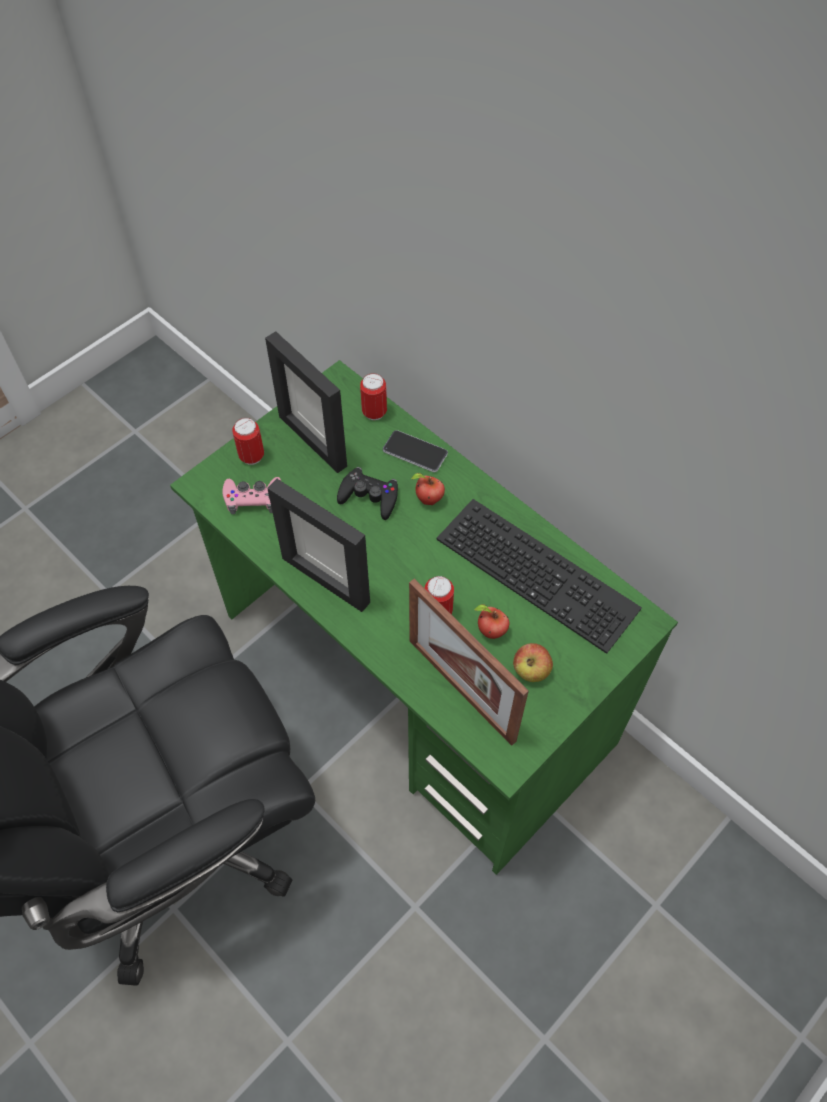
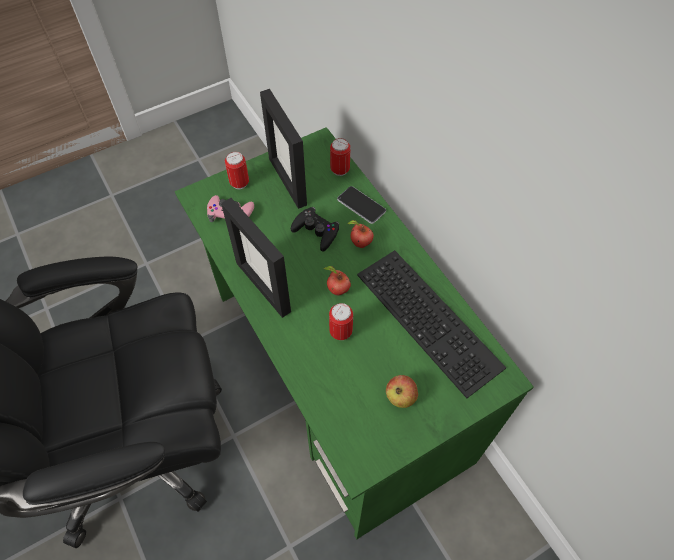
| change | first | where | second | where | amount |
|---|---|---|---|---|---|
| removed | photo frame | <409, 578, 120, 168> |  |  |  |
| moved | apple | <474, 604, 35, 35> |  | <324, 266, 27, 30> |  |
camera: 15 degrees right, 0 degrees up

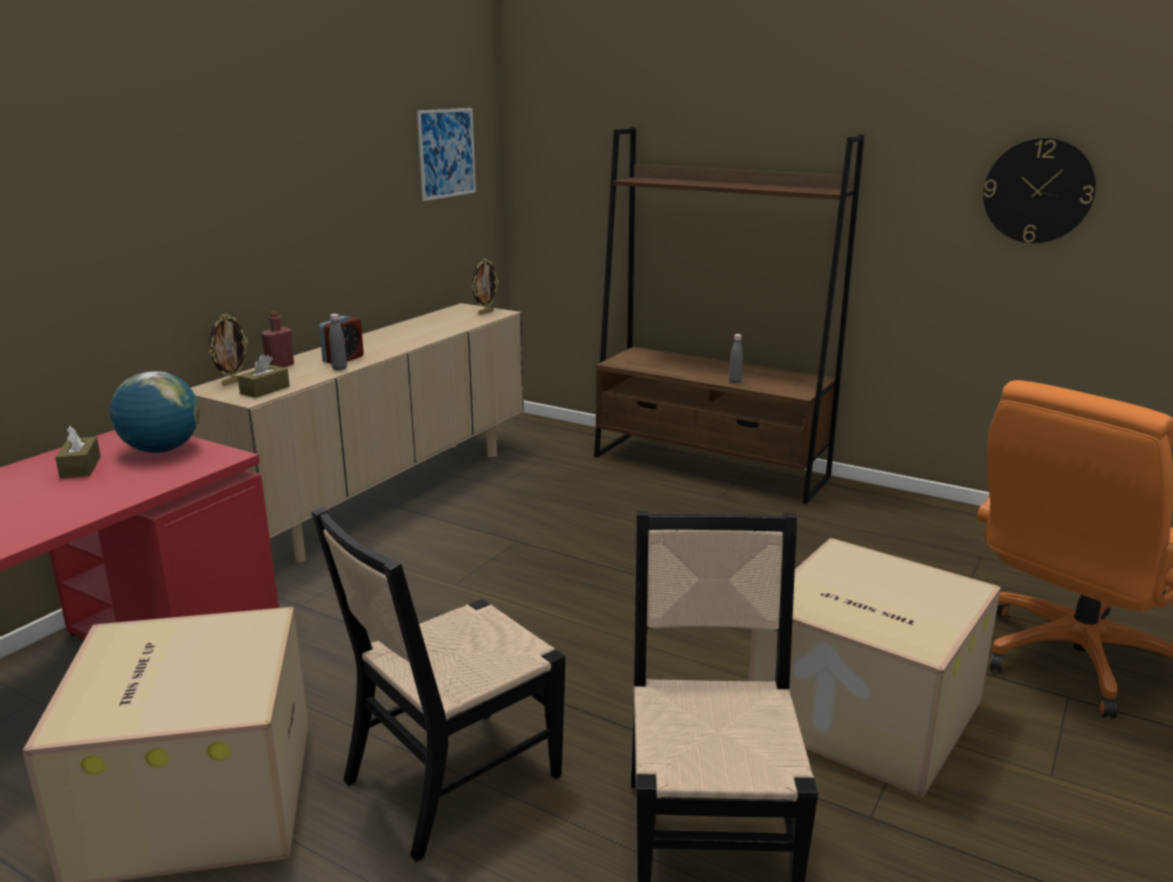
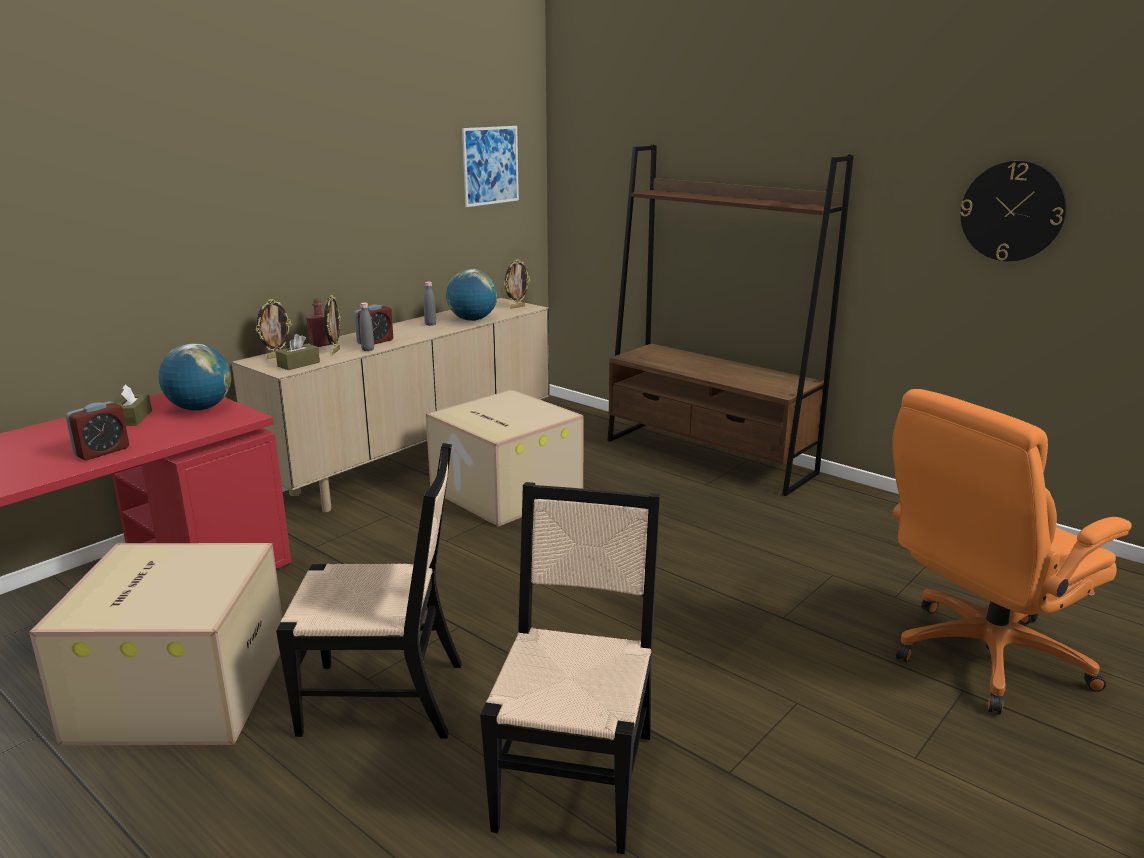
| change | first | where | second | where | amount |
|---|---|---|---|---|---|
| moved | grey drink bottle | <729, 334, 14, 50> |  | <424, 281, 12, 45> |  |
| turned | plain chair | <311, 507, 255, 355> |  | <276, 443, 186, 296> | 150 degrees counterclockwise |
| moved | packing box | <749, 538, 252, 260> |  | <426, 389, 158, 138> |  |
| added |  |  | globe | <446, 269, 51, 52> |  |
| added |  |  | photo frame | <324, 295, 17, 59> |  |
| added |  |  | table clock | <66, 401, 63, 59> |  |
camera: 10 degrees right, 0 degrees up

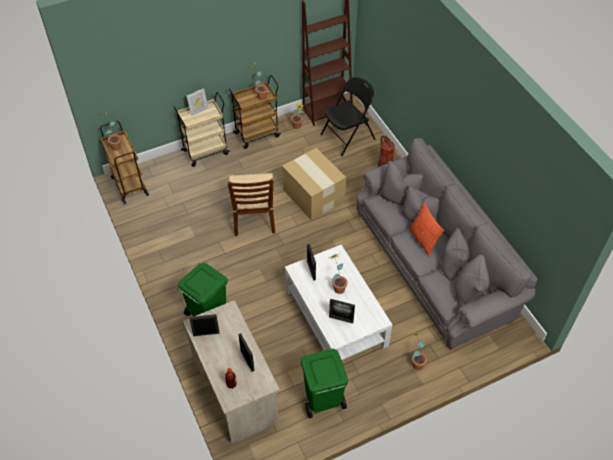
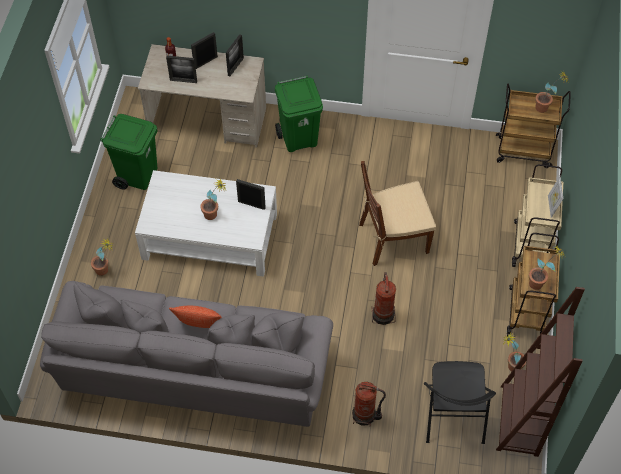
| change | first | where | second | where | amount |
|---|---|---|---|---|---|
| replaced | packing box | <282, 148, 64, 72> | fire-fighting cylinder | <371, 272, 25, 53> |  |
| turned | brown plain chair | <228, 173, 51, 63> |  | <359, 161, 77, 105> | 45 degrees counterclockwise |
| moved | photo frame | <329, 299, 26, 25> |  | <191, 32, 27, 37> |  |
camera: 125 degrees right, 5 degrees up

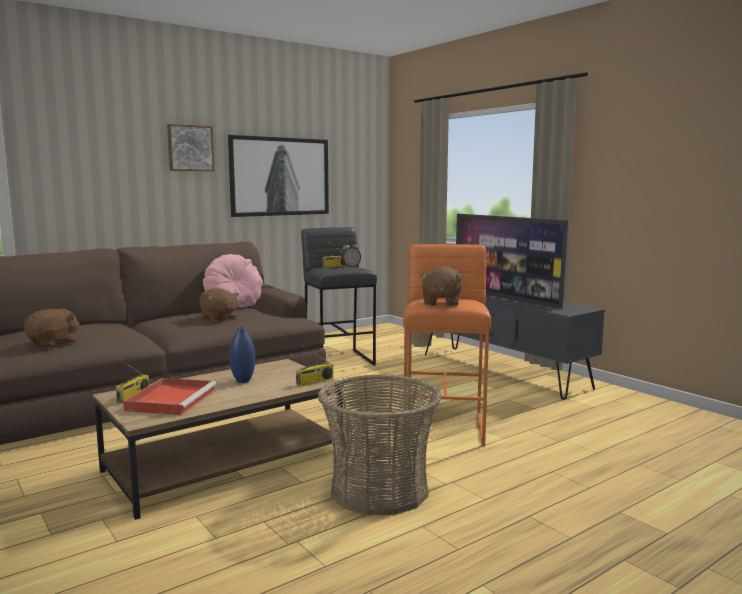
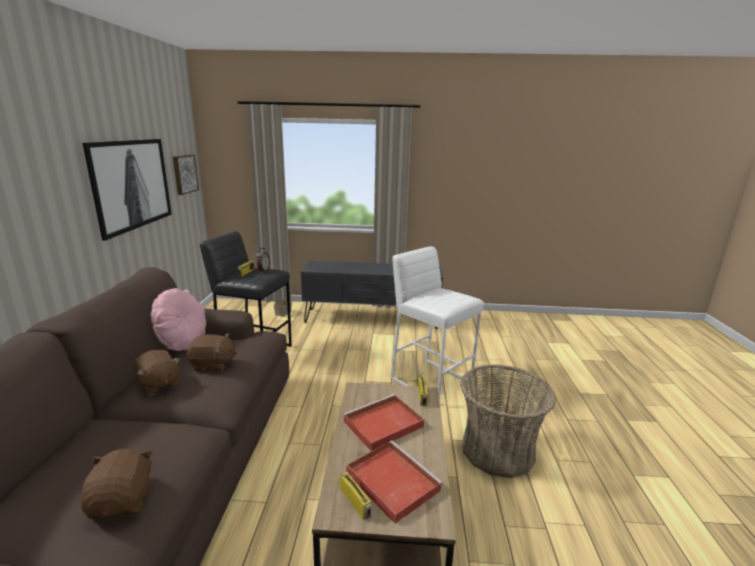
| change | first | where | second | where | amount |
|---|---|---|---|---|---|
| moved | wall picture | <167, 124, 47, 47> |  | <173, 154, 26, 41> |  |
| removed | television | <456, 214, 112, 95> |  |  |  |
| recoloured | orangey stool | <403, 244, 88, 203> | whitish stool | <391, 246, 93, 155> |  |
| moved | brown soft toy | <420, 266, 44, 40> |  | <133, 350, 47, 46> |  |
| replaced | blue-coloured flower vase | <229, 327, 26, 56> | reddish carrying tray | <343, 394, 81, 57> |  |
camera: 50 degrees left, 10 degrees up

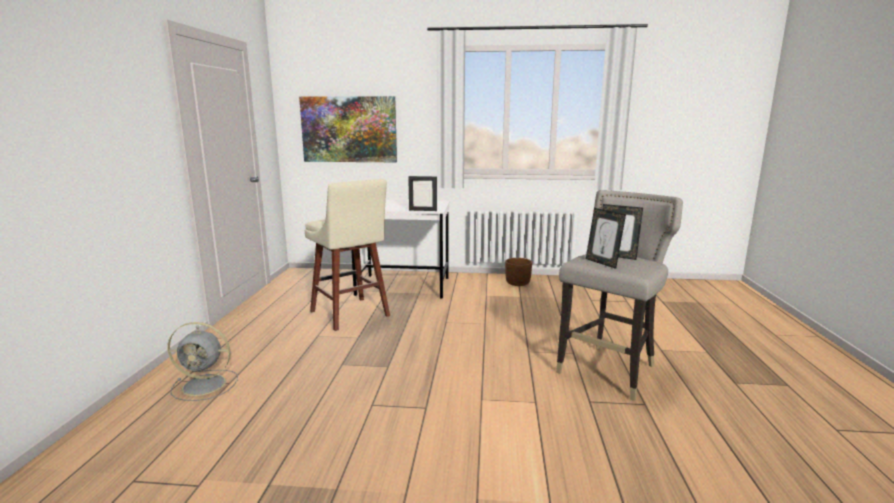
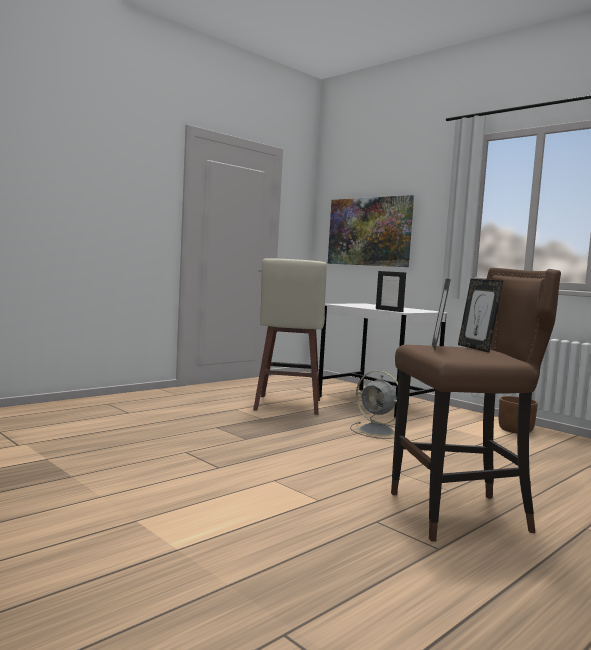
| change | first | where | second | where | amount |
|---|---|---|---|---|---|
| recoloured | grey stool | <556, 190, 127, 211> | brown stool | <391, 268, 170, 273> |  |
| moved | grey cooling fan | <167, 322, 71, 79> |  | <350, 371, 48, 68> |  |
camera: 40 degrees right, 10 degrees down

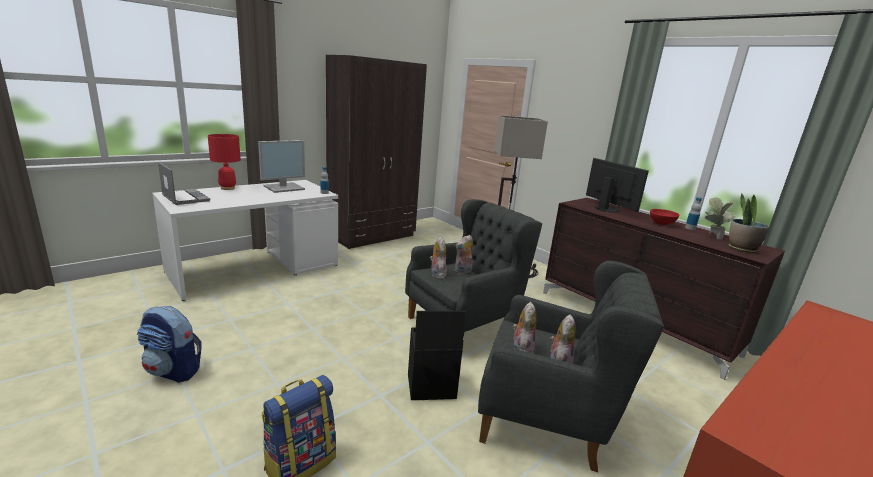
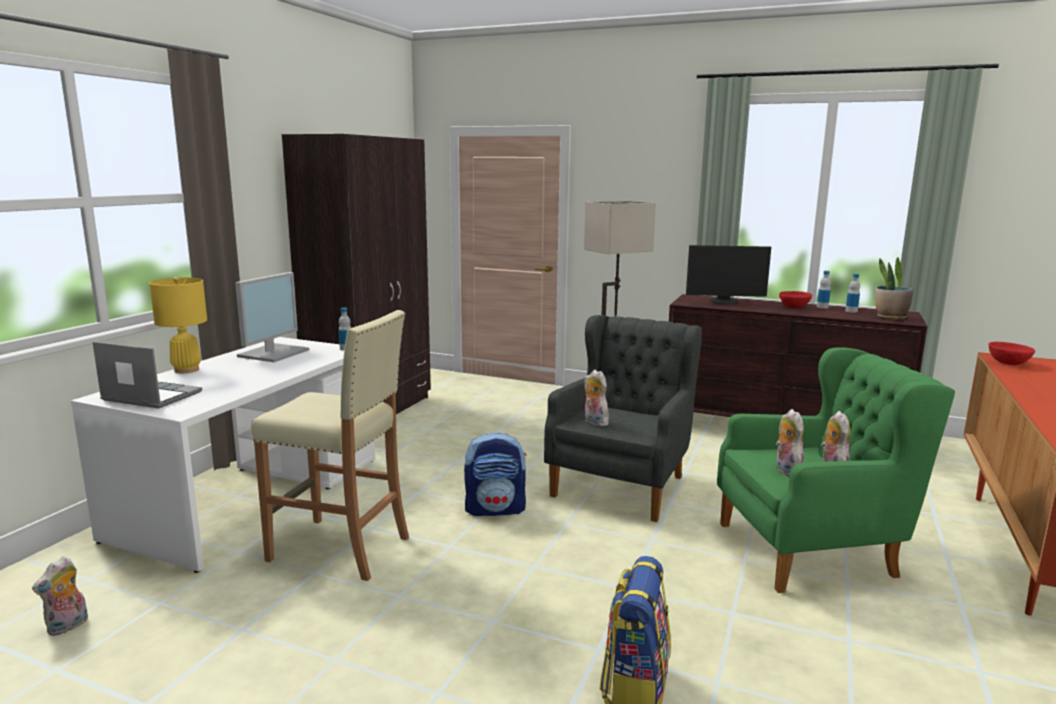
| change | first | where | second | where | amount |
|---|---|---|---|---|---|
| recoloured | reddish lamp for a table | <208, 133, 33, 57> | yellowish lamp for a table | <149, 277, 58, 96> |  |
| turned | computer screen | <586, 158, 63, 55> |  | <686, 245, 85, 60> | 150 degrees clockwise |
| replaced | potted plant | <705, 197, 31, 43> | drink bottle | <845, 274, 15, 39> |  |
| moved | soft toy | <454, 235, 19, 39> |  | <32, 557, 56, 79> |  |
| recoloured | grey easy chair | <478, 261, 186, 211> | green-coloured easy chair | <717, 347, 238, 246> |  |
| moved | knapsack | <137, 306, 64, 77> |  | <464, 432, 62, 84> |  |
| removed | black-coloured storage container | <408, 311, 58, 89> |  |  |  |
| added |  |  | sand-coloured stool | <251, 310, 158, 271> |  |
| added |  |  | reddish serving bowl | <989, 342, 46, 23> |  |
camera: 25 degrees left, 5 degrees down

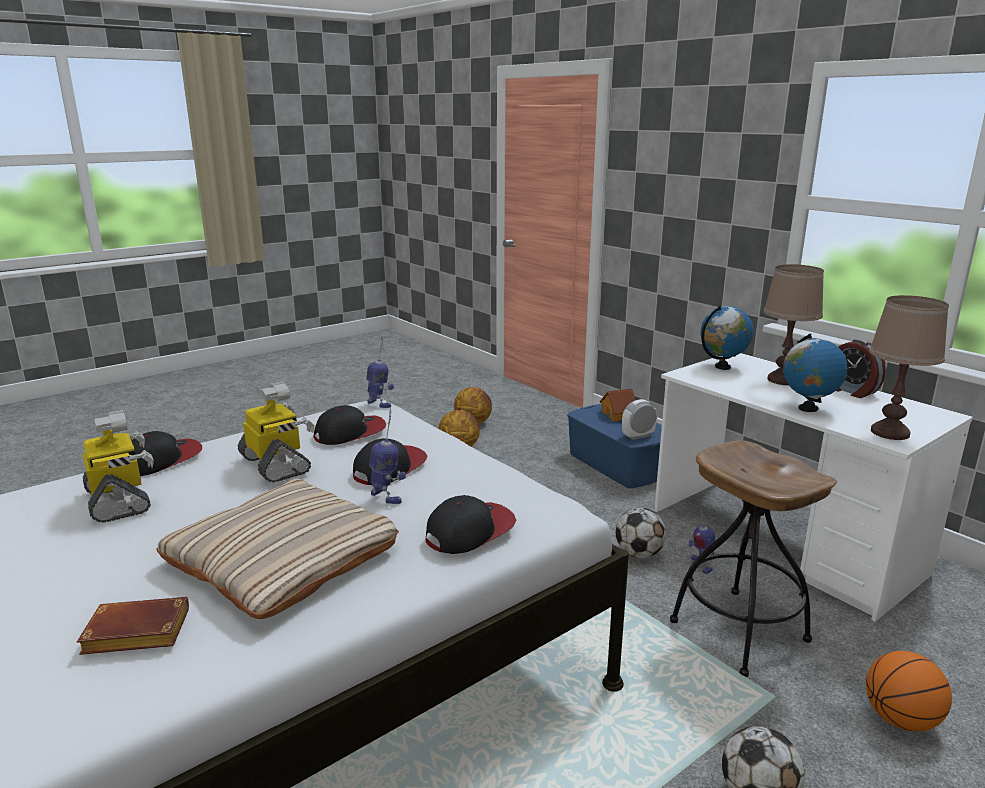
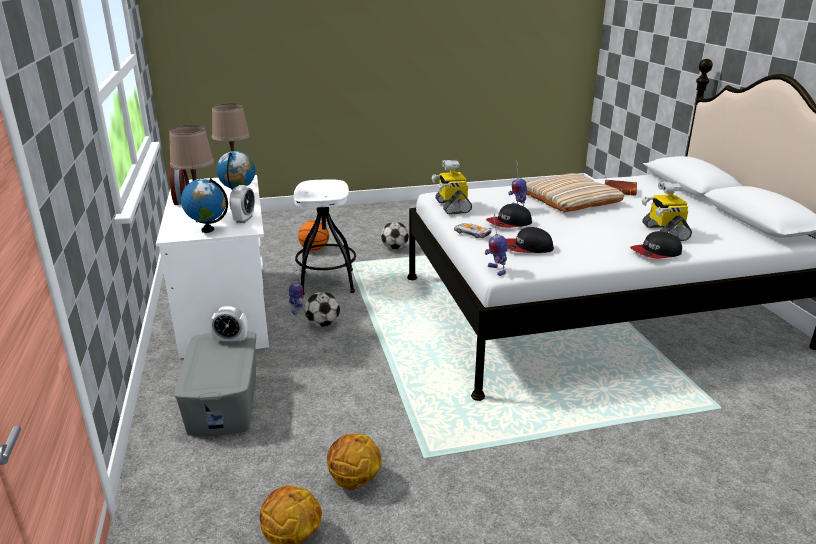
| change | first | where | second | where | amount |
|---|---|---|---|---|---|
| moved | model robot | <238, 381, 76, 101> |  | <431, 160, 41, 55> |  |
| removed | miniature house | <600, 389, 35, 32> |  |  |  |
| recoloured | blue-coloured storage container | <567, 404, 95, 84> | grey storage container | <174, 332, 82, 104> |  |
| recoloured | brown stool | <670, 440, 167, 237> | whitish stool | <294, 179, 62, 116> |  |
| removed | peaked cap | <426, 495, 90, 59> |  |  |  |
| added |  |  | table clock | <229, 185, 26, 38> |  |
| added |  |  | model car | <454, 223, 38, 15> |  |
camera: 155 degrees left, 5 degrees up

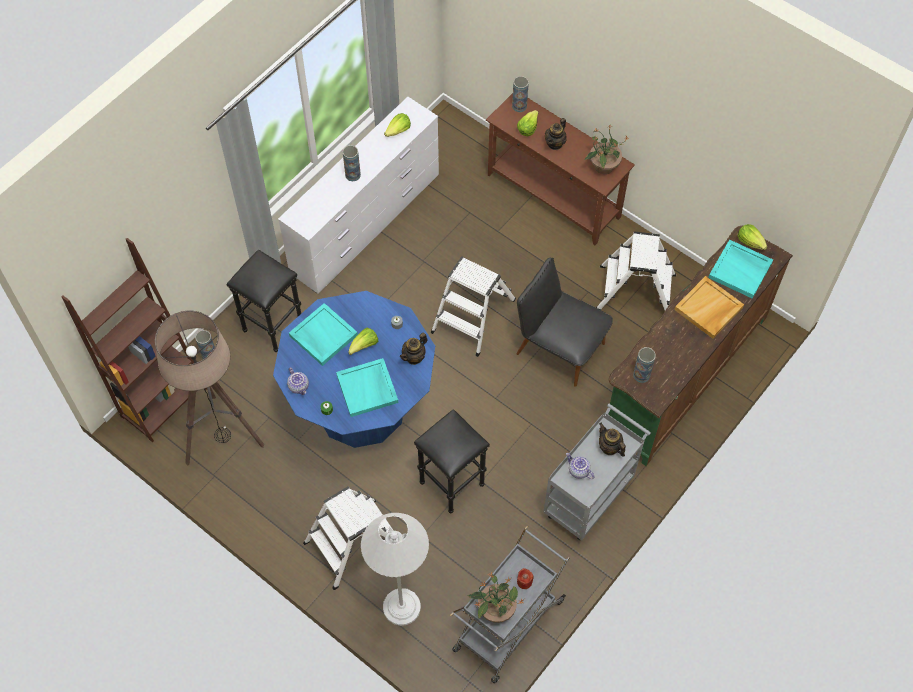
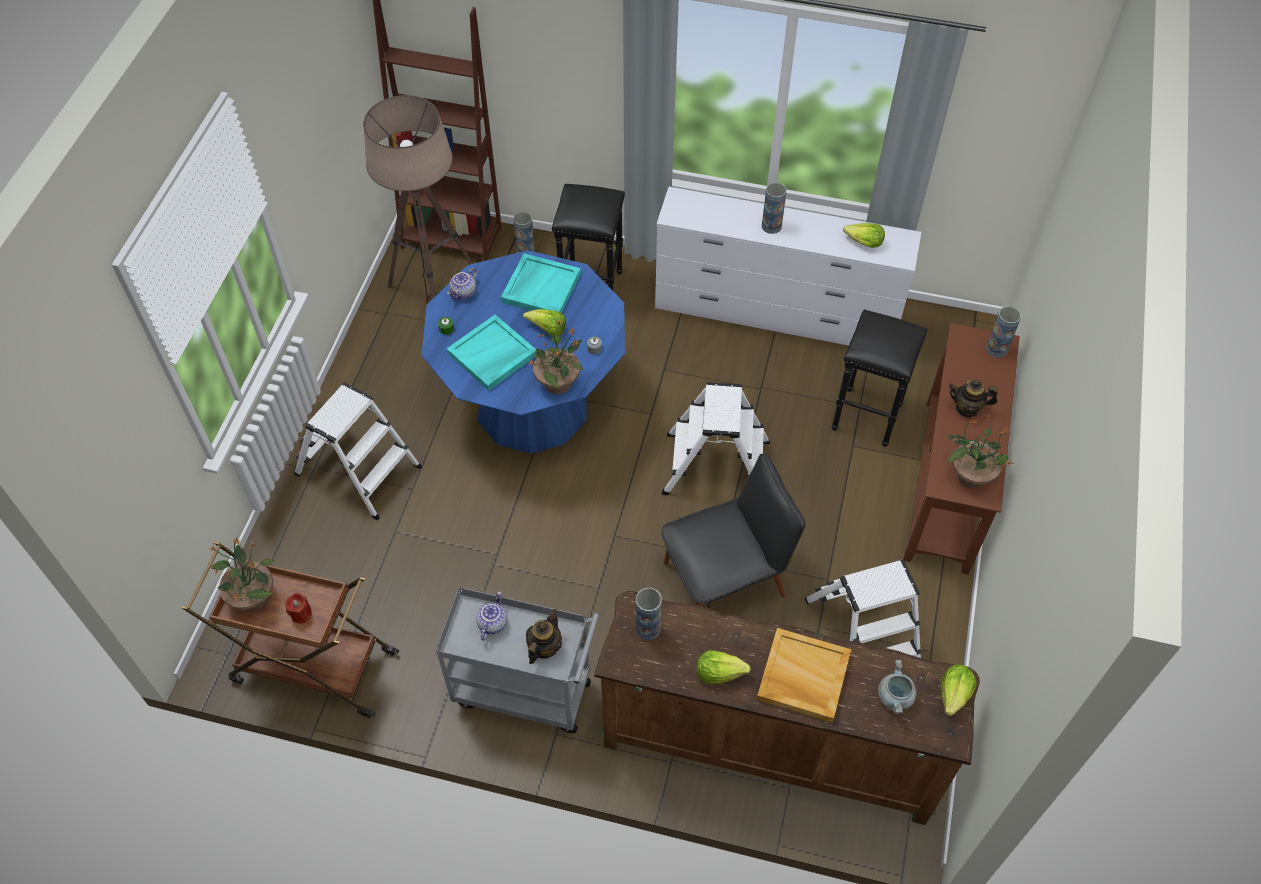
| change | first | where | second | where | amount |
|---|---|---|---|---|---|
| moved | lettuce | <517, 110, 21, 26> |  | <697, 650, 54, 34> |  |
| replaced | turquoise-coloured carrying tray | <708, 239, 65, 60> | grey cooking pot | <878, 660, 39, 54> |  |
| turned | black-coloured plain chair | <516, 258, 97, 129> |  | <661, 454, 145, 153> | 60 degrees clockwise |
| replaced | pot for tea | <400, 333, 28, 32> | potted plant | <529, 320, 54, 74> |  |
| moved | black-coloured stool | <414, 409, 76, 104> |  | <832, 310, 95, 137> |  |
| removed | whitish standard lamp | <361, 513, 68, 113> |  |  |  |
| recoloured | grey wheeled cart | <450, 526, 120, 157> | brown wheeled cart | <181, 542, 218, 176> |  |
camera: 65 degrees right, 5 degrees down

